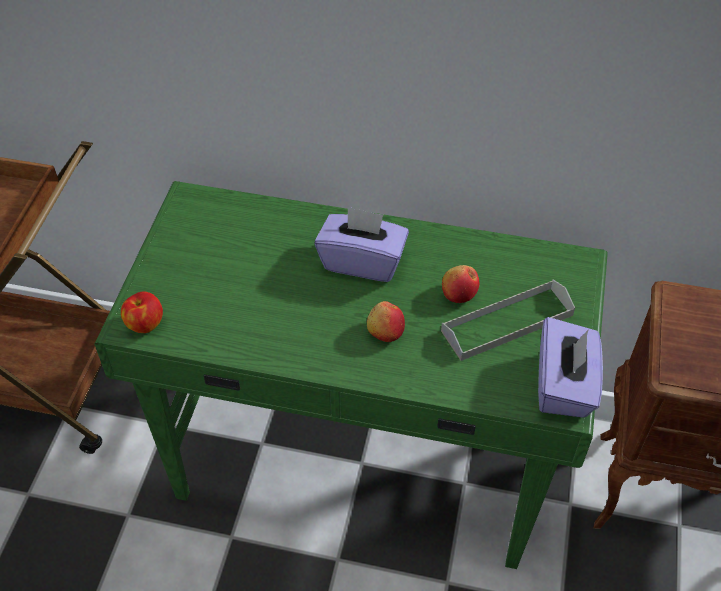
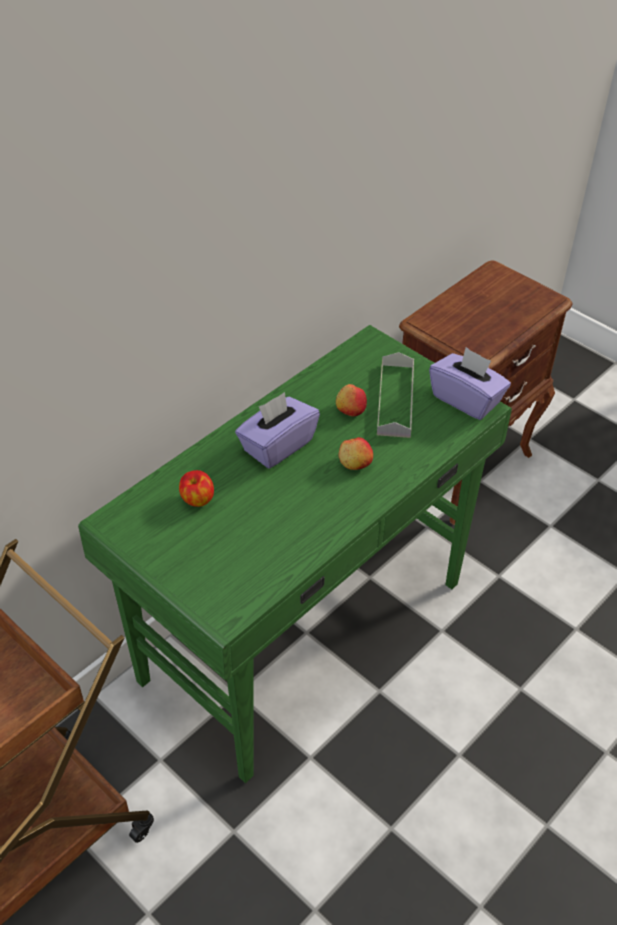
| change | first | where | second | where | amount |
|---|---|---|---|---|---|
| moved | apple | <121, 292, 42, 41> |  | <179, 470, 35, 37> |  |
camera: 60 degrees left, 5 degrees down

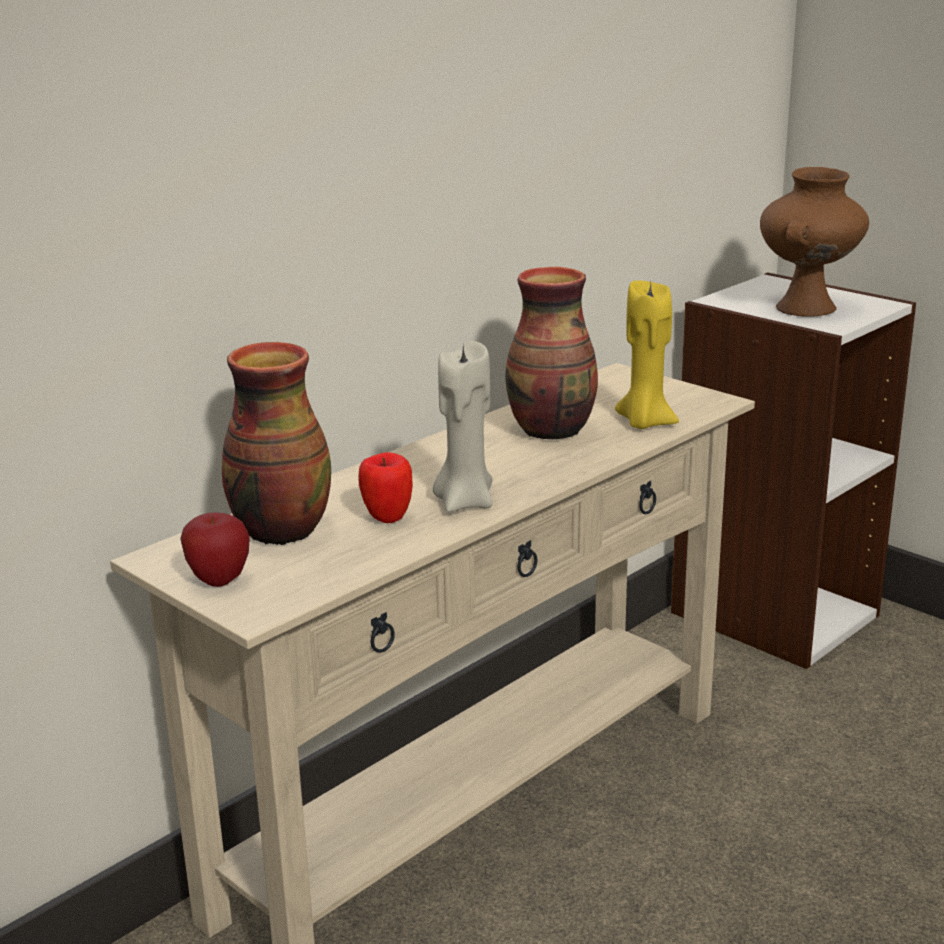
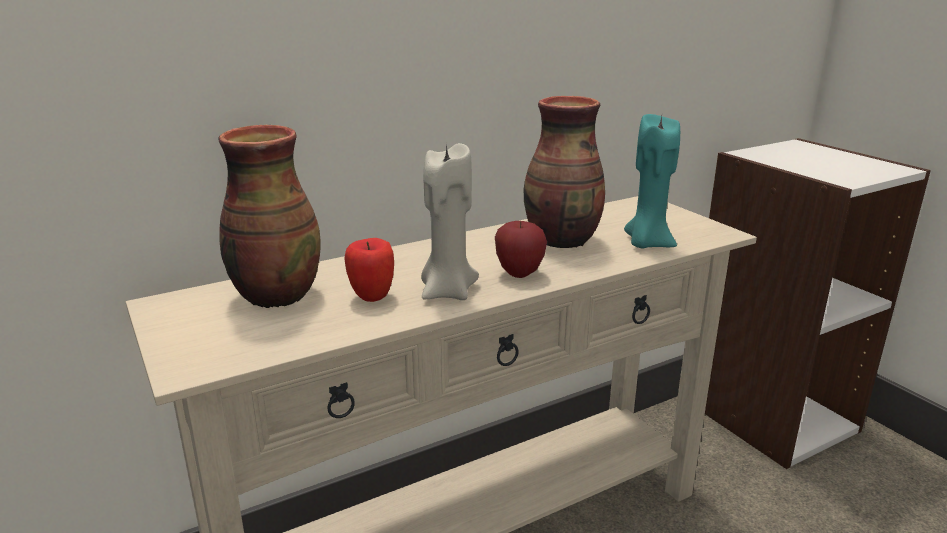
| change | first | where | second | where | amount |
|---|---|---|---|---|---|
| removed | brown flower vase | <760, 167, 109, 150> |  |  |  |
| recoloured | yellowish wax candle | <615, 280, 64, 149> | turquoise-coloured wax candle | <624, 114, 56, 135> |  |
| moved | apple | <180, 512, 70, 75> |  | <495, 221, 52, 57> |  |
camera: 15 degrees right, 0 degrees up

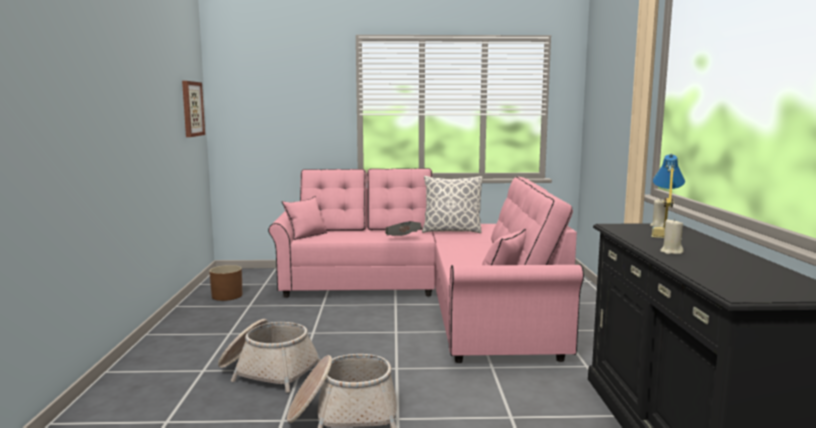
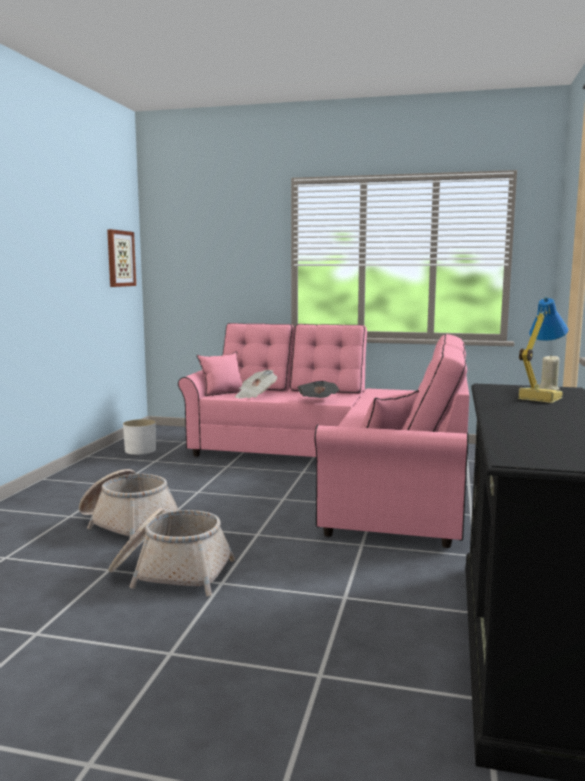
| change | first | where | second | where | amount |
|---|---|---|---|---|---|
| removed | pillow | <422, 176, 60, 57> |  |  |  |
| removed | sand-coloured wax candle | <660, 218, 24, 36> |  |  |  |
| recoloured | brown planter | <209, 265, 33, 36> | whitish planter | <123, 419, 33, 36> |  |
| added |  |  | daily paper | <235, 370, 42, 28> |  |
camera: 15 degrees right, 0 degrees up

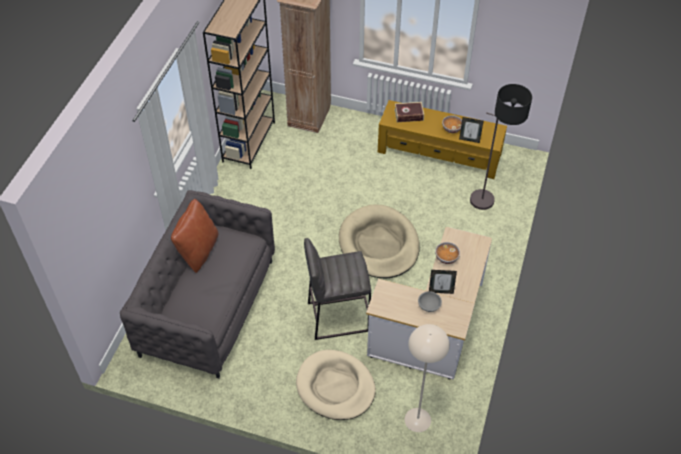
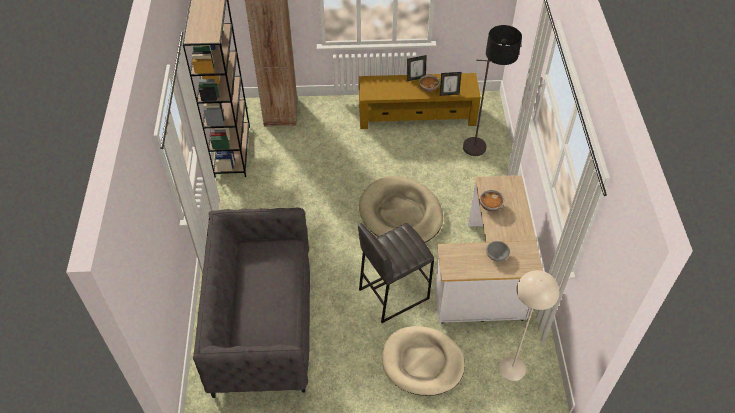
| change | first | where | second | where | amount |
|---|---|---|---|---|---|
| removed | volume | <394, 102, 30, 20> |  |  |  |
| removed | brown pillow | <171, 199, 48, 74> |  |  |  |
| moved | photo frame | <429, 270, 28, 24> |  | <407, 55, 19, 26> |  |
camera: 20 degrees left, 0 degrees up

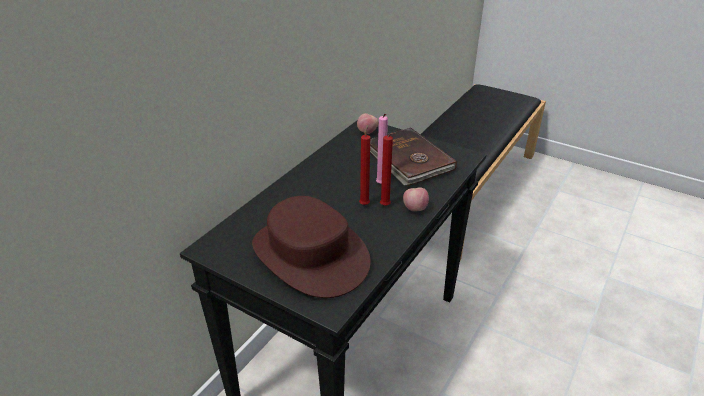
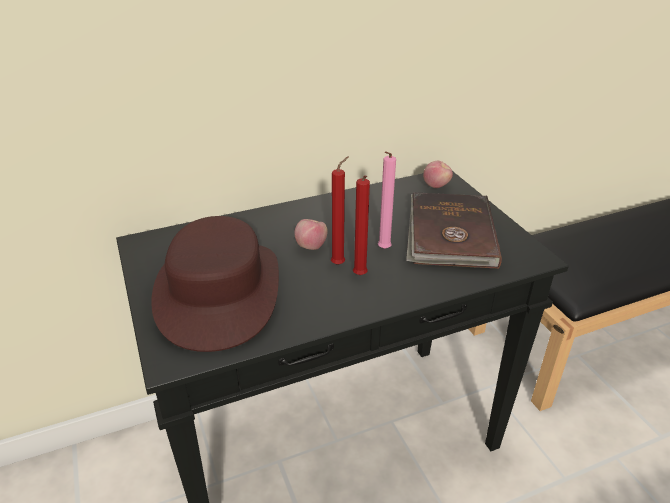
| change | first | where | second | where | amount |
|---|---|---|---|---|---|
| moved | apple | <403, 187, 26, 24> |  | <294, 219, 34, 31> |  |
camera: 35 degrees right, 0 degrees up

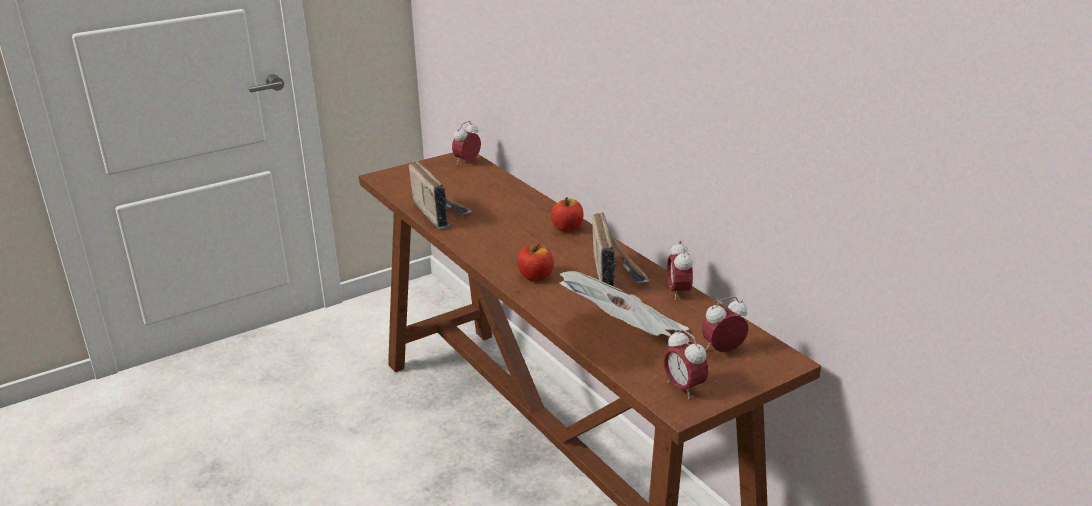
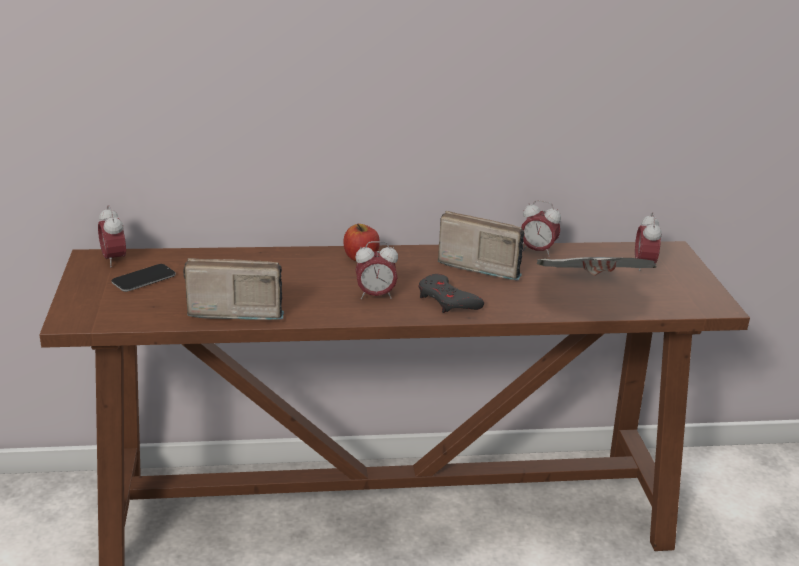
| change | first | where | second | where | amount |
|---|---|---|---|---|---|
| replaced | apple | <517, 244, 37, 37> | grey gamepad | <419, 274, 65, 39> |  |
| moved | table clock | <663, 329, 45, 70> |  | <355, 241, 43, 58> |  |
| added |  |  | phone | <111, 264, 65, 28> |  |
camera: 65 degrees left, 0 degrees up

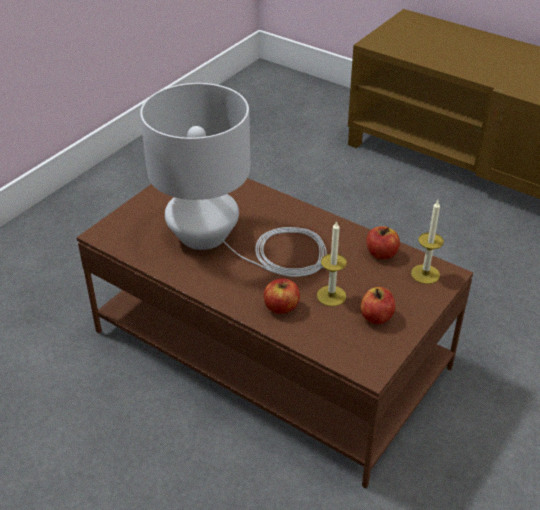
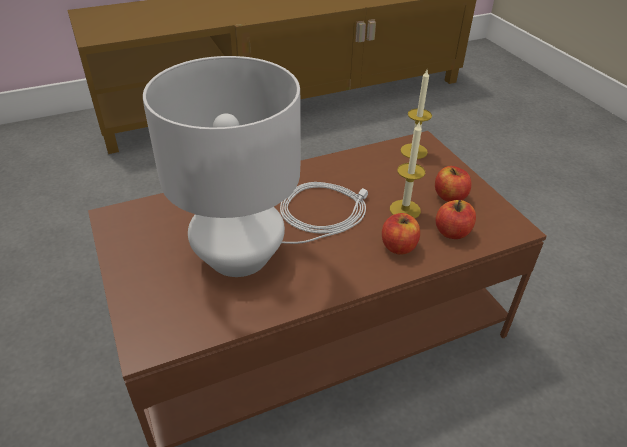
| change | first | where | second | where | amount |
|---|---|---|---|---|---|
| moved | apple | <366, 226, 34, 33> |  | <436, 200, 40, 39> |  |
camera: 60 degrees left, 0 degrees up

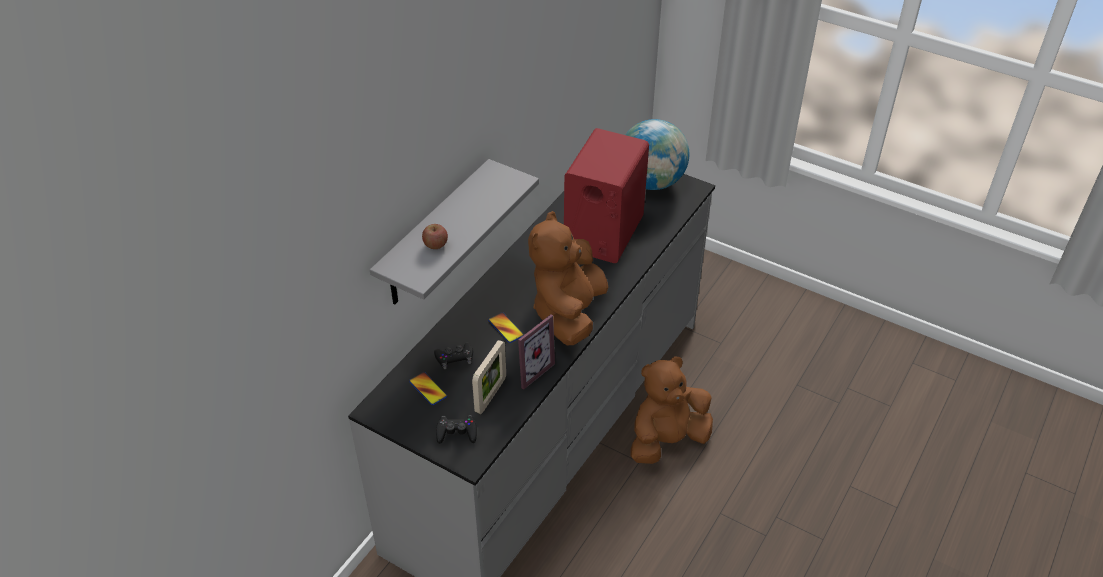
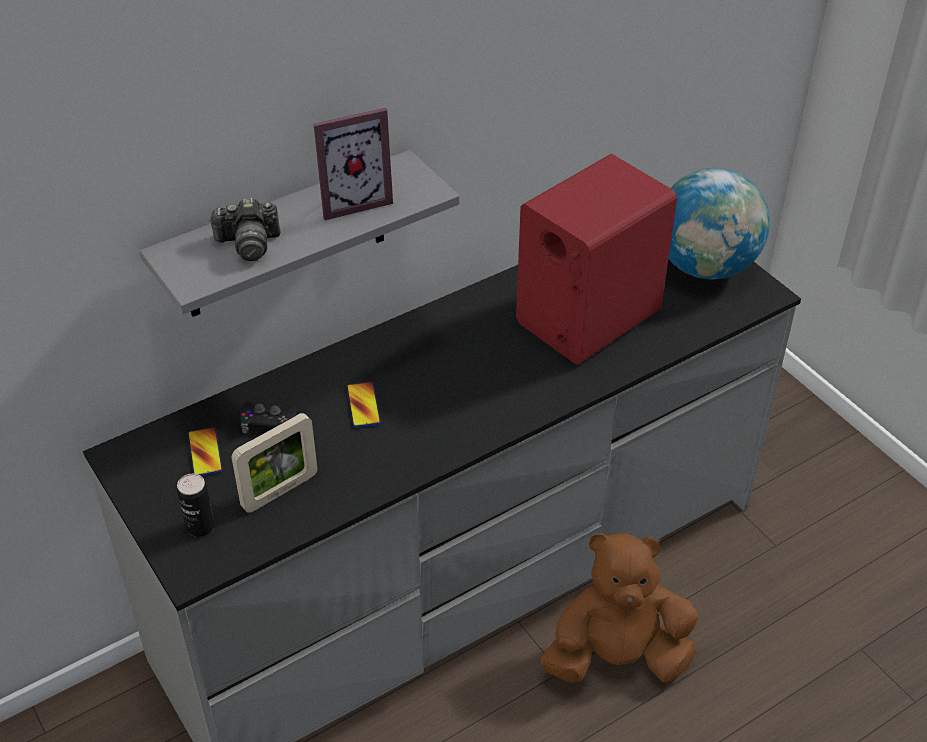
| change | first | where | second | where | amount |
|---|---|---|---|---|---|
| removed | brown soft toy | <528, 211, 81, 134> |  |  |  |
| replaced | apple | <422, 224, 26, 25> | still camera | <208, 198, 72, 63> |  |
| moved | photo frame | <518, 314, 37, 76> |  | <314, 108, 79, 112> |  |
| replaced | black-coloured gamepad | <436, 415, 41, 29> | sealed can | <177, 474, 38, 63> |  |
camera: 25 degrees right, 0 degrees up

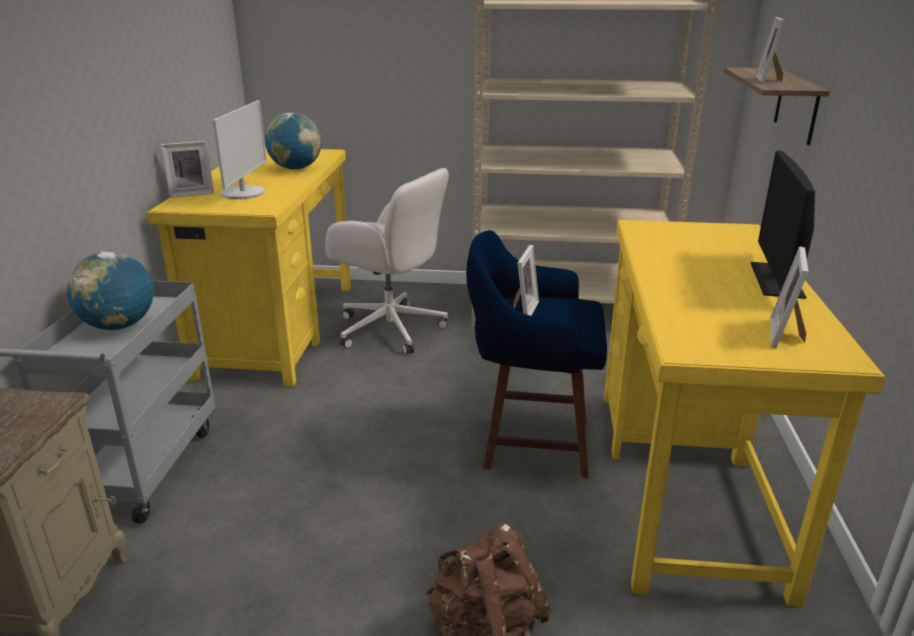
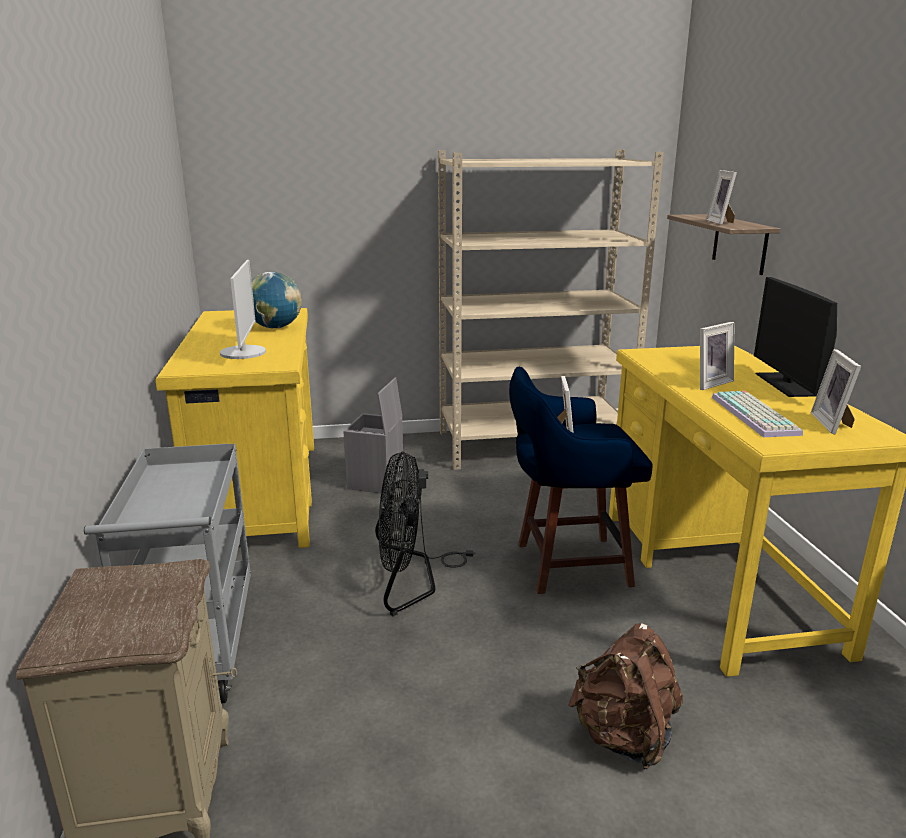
| change | first | where | second | where | amount |
|---|---|---|---|---|---|
| moved | photo frame | <161, 141, 53, 57> |  | <700, 322, 34, 68> |  |
| replaced | whitish office chair | <325, 168, 124, 186> | grey storage container | <343, 377, 60, 116> |  |
| removed | globe | <66, 251, 88, 79> |  |  |  |
| added |  |  | computer keyboard | <712, 391, 91, 46> |  |
| added |  |  | black-coloured cooling fan | <375, 451, 101, 166> |  |
camera: 15 degrees left, 5 degrees down

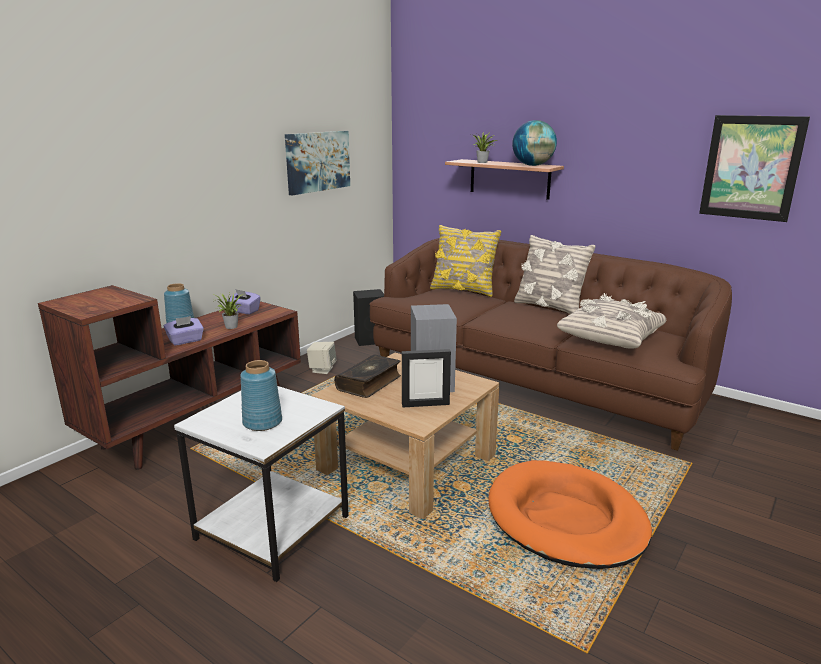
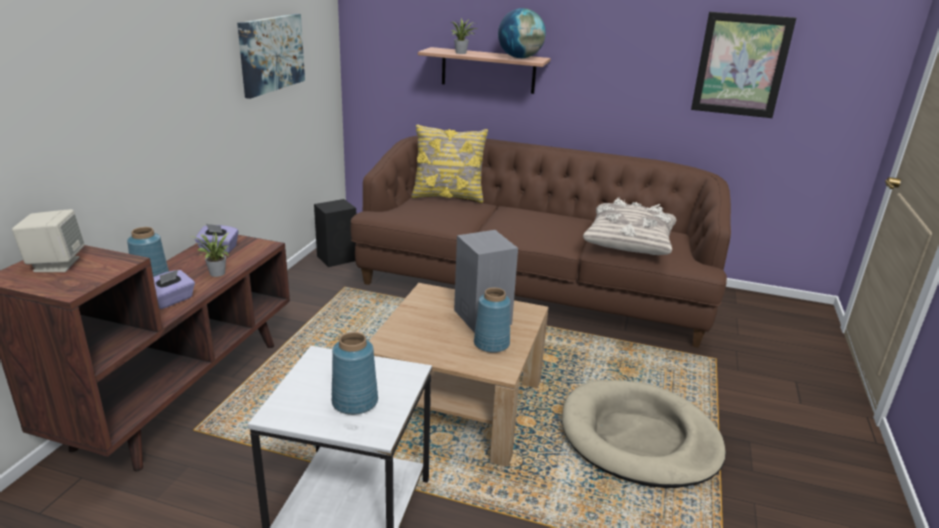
| change | first | where | second | where | amount |
|---|---|---|---|---|---|
| removed | sand-coloured pillow | <514, 235, 81, 79> |  |  |  |
| moved | sand-coloured audio speaker | <307, 342, 30, 32> |  | <12, 209, 73, 63> |  |
| replaced | photo frame | <402, 349, 49, 58> | blue-coloured flower vase | <474, 288, 37, 65> |  |
| removed | volume | <334, 354, 67, 44> |  |  |  |
| recoloured | orangey dog bed | <488, 460, 164, 109> | sand-coloured dog bed | <562, 380, 164, 108> |  |
camera: 20 degrees left, 5 degrees up

